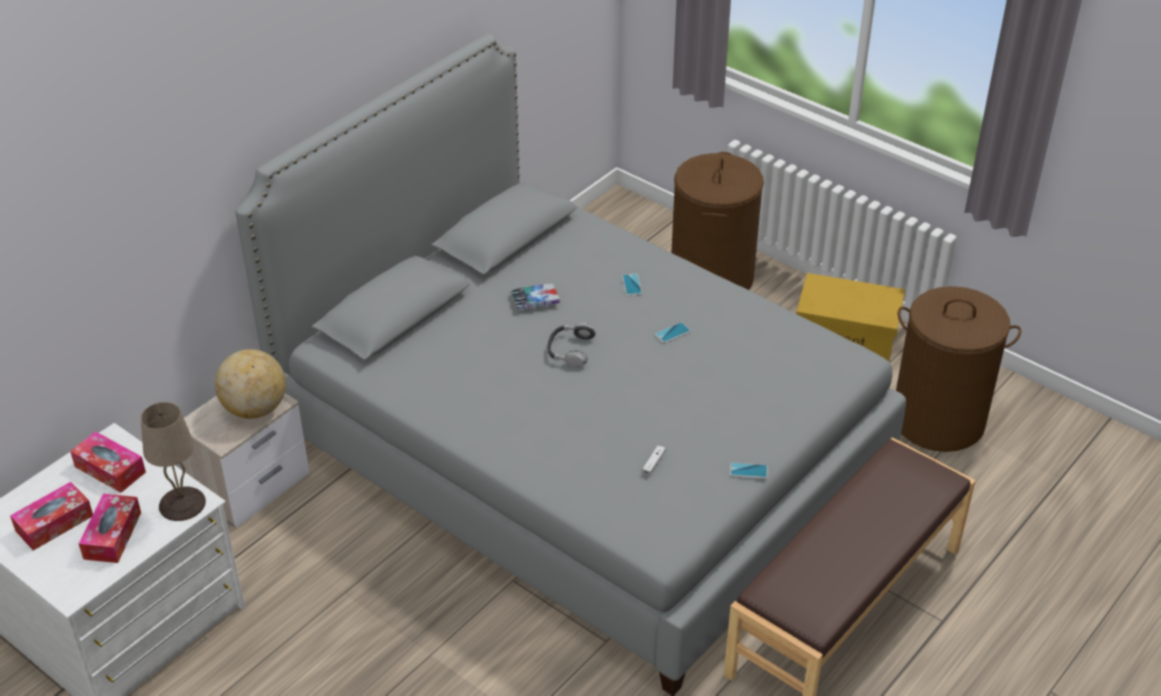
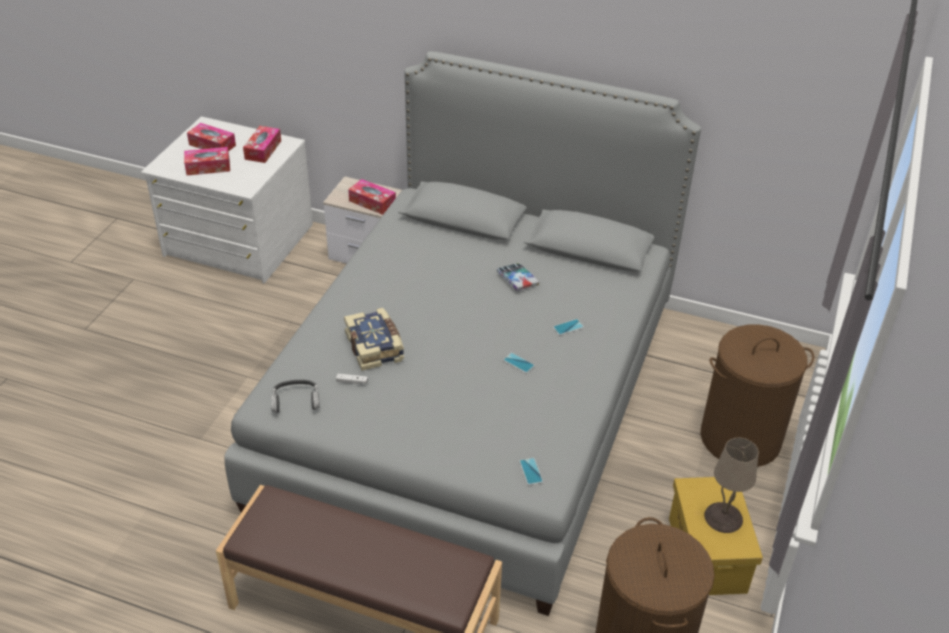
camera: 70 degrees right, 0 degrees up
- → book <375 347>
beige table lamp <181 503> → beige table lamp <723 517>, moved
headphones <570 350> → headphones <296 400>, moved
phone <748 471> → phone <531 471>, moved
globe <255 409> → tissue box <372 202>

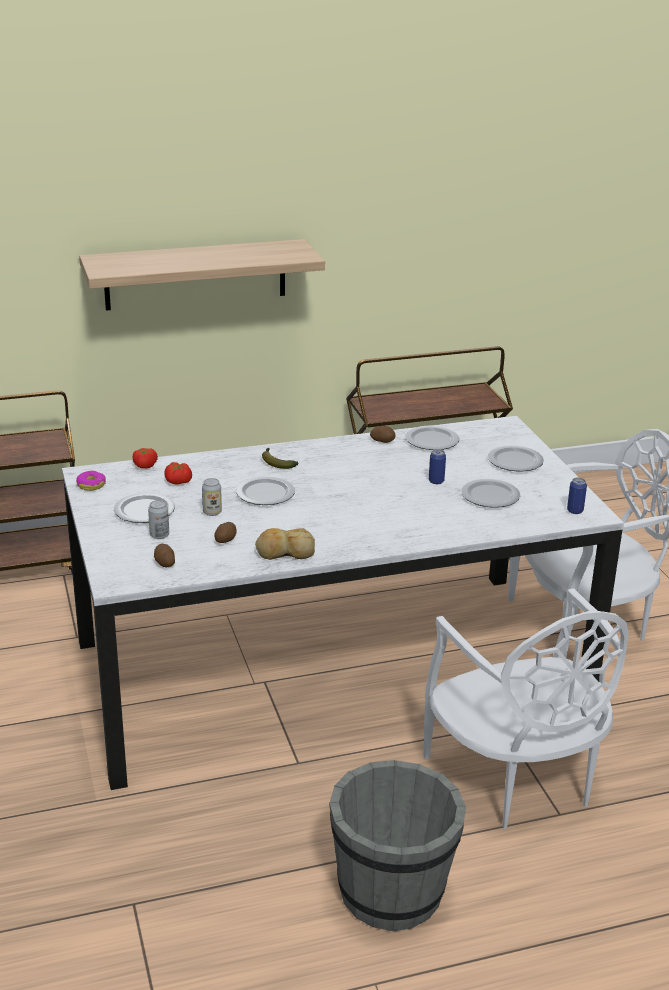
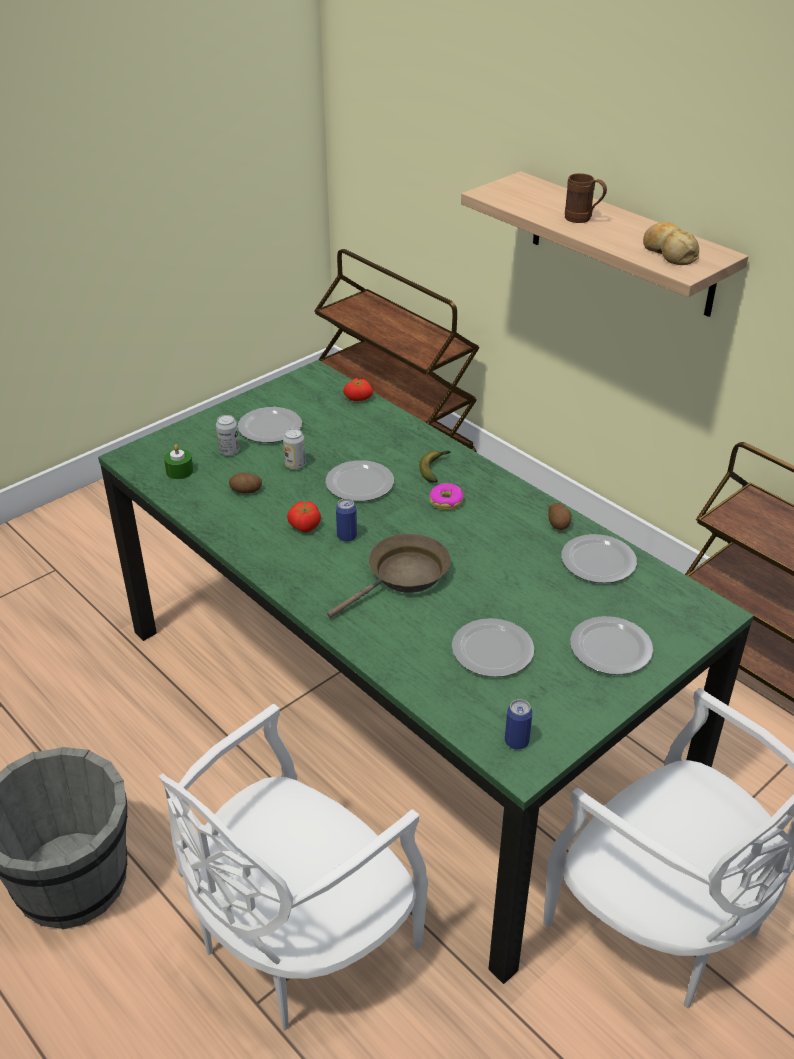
camera: 65 degrees right, 10 degrees up
- → brown frying pan <403 576>
- → brown mug <583 219>
donut <91 485> → donut <446 501>, moved
tomato <178 482> → tomato <304 526>, moved
bread <285 552> → bread <669 253>, moved
can <436 481> → can <347 536>, moved
potato <164 563> → green candle <179 471>
white dining table <332 669> → green dining table <399 710>

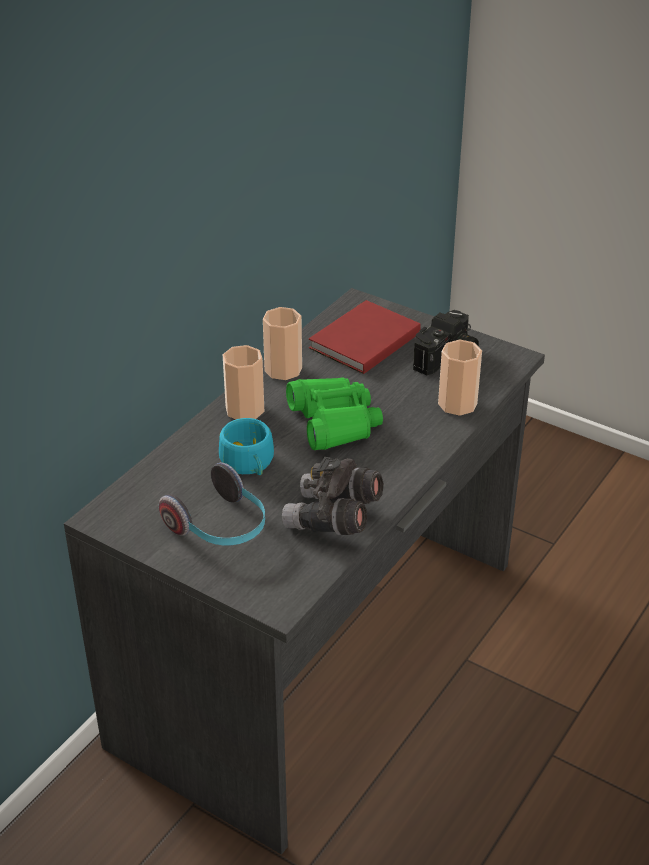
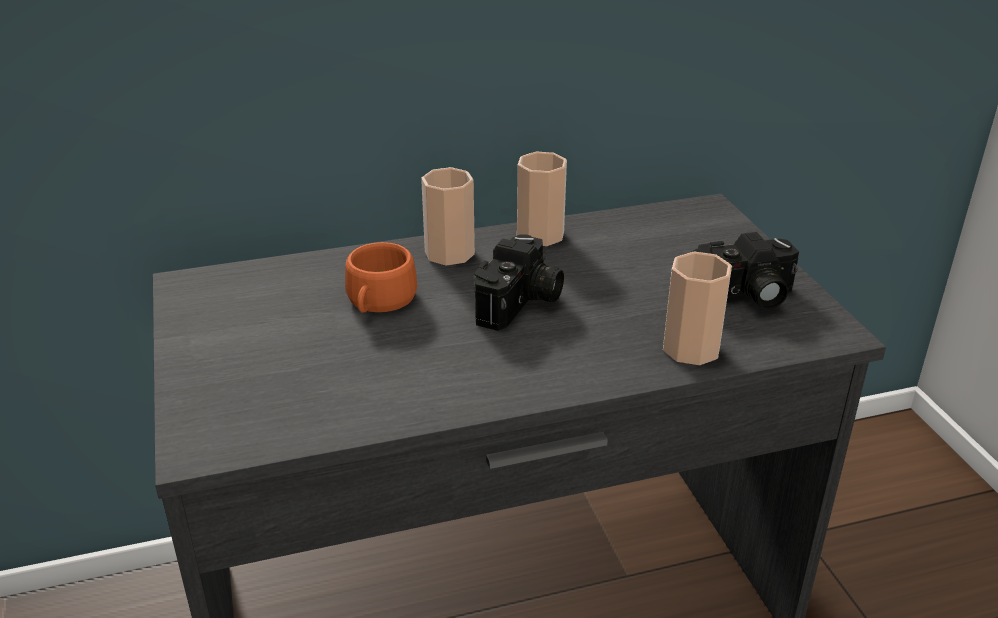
camera: 40 degrees right, 5 degrees down
headphones <220 527> → -
grey binoculars <333 519> → -
red book <361 341> → -
green binoculars <334 422> → photo camera <521 304>
turquoise cup <249 464> → orange cup <378 302>

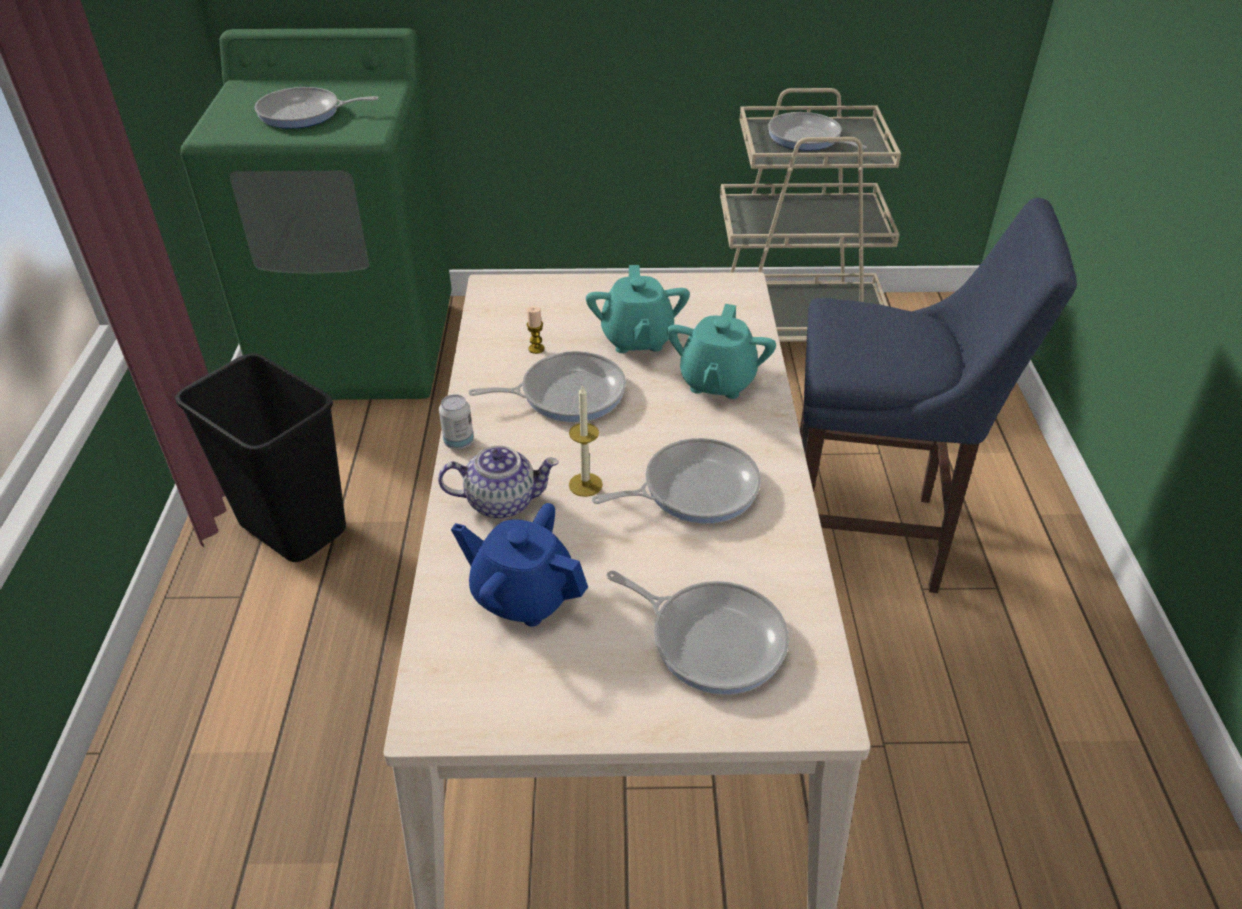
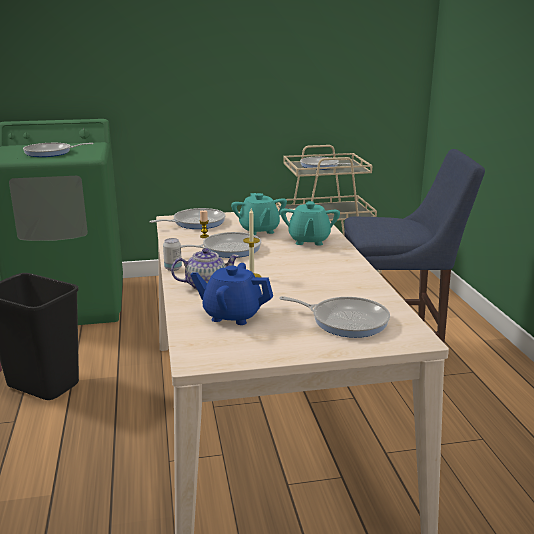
camera: 10 degrees left, 20 degrees down
frying pan <694 488> → frying pan <196 222>, moved

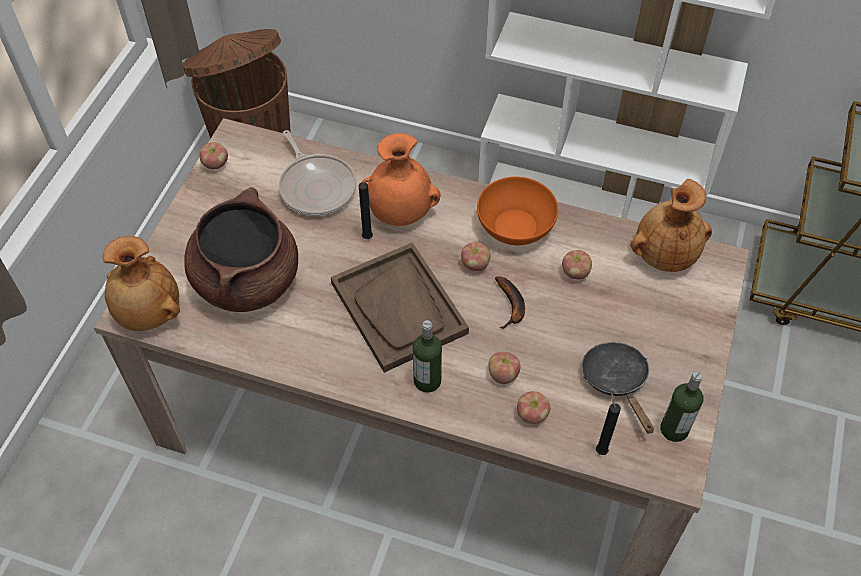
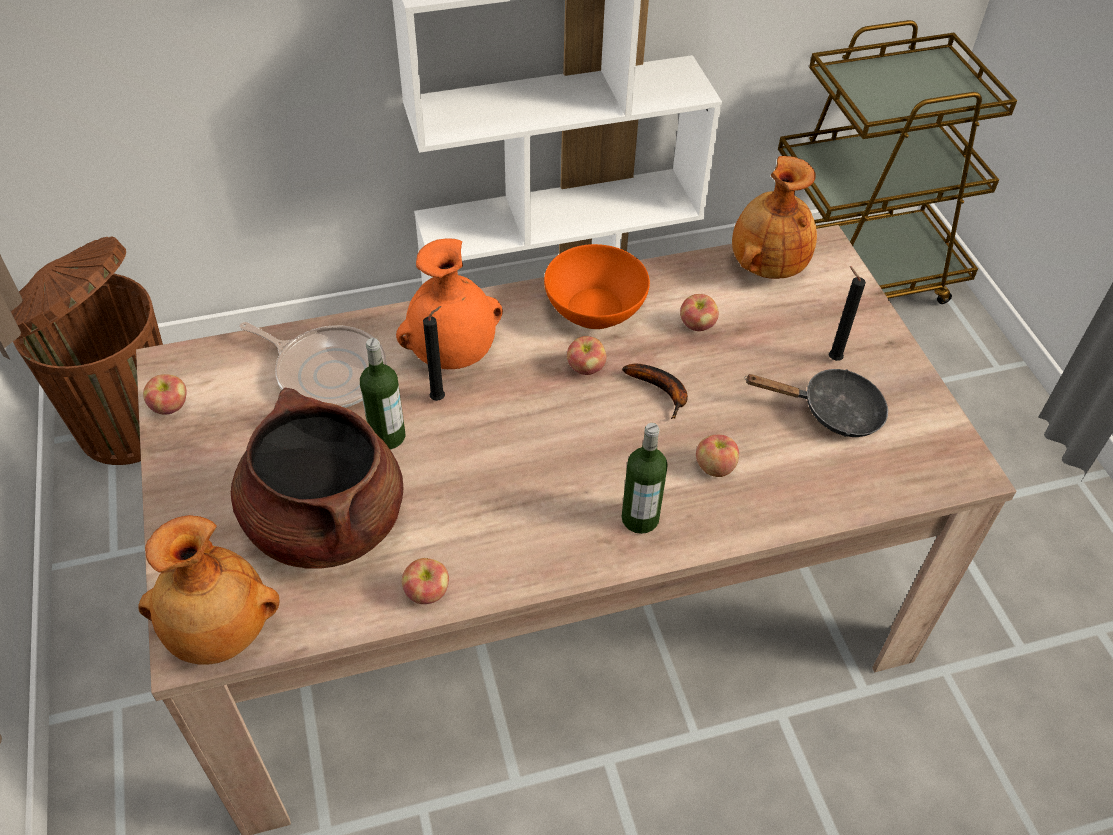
camera: 35 degrees left, 5 degrees down
brown tray <399 308> → -
apple <532 415> → apple <427 592>, moved
black candle <600 449> → black candle <832 358>, moved
bottle <674 429> → bottle <387 436>, moved
black frying pan <617 381> → black frying pan <832 411>, 150 degrees clockwise

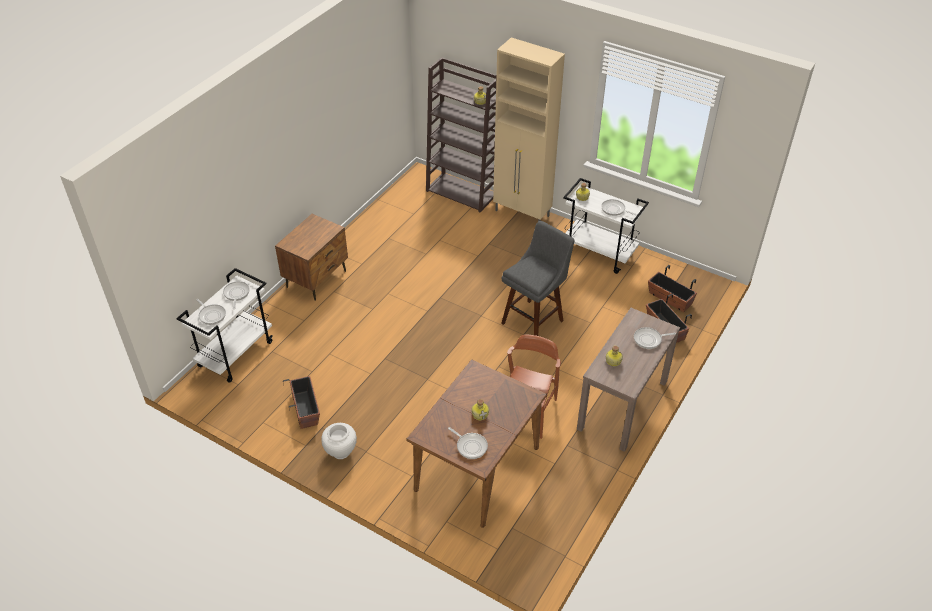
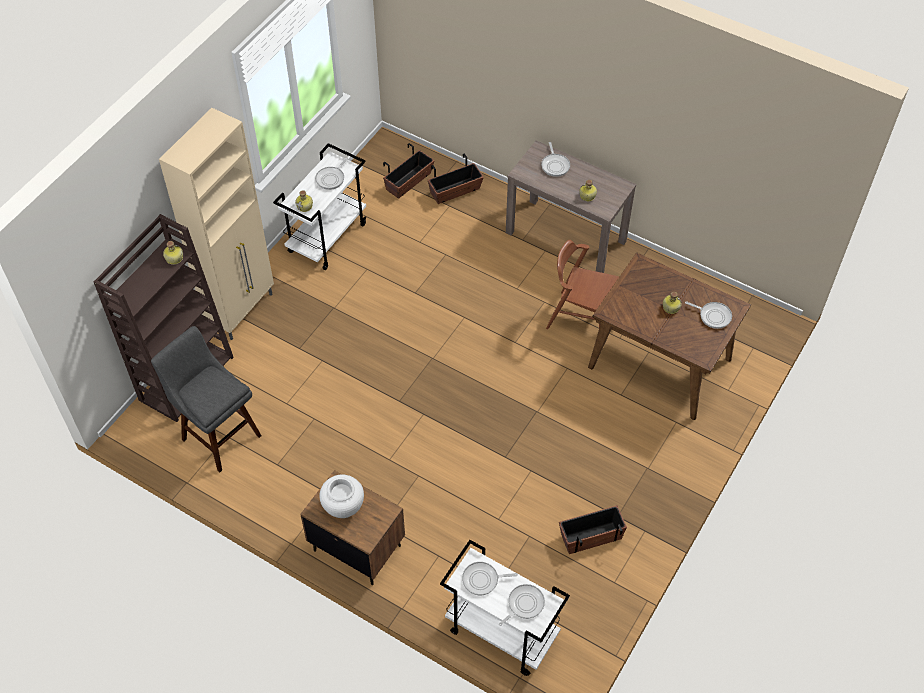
camera: 90 degrees left, 10 degrees up
white vase <341 452> → white vase <344 508>, moved
grey stool <534 320> → grey stool <218 435>, moved
frying pan <470 446> → frying pan <713 316>, 75 degrees clockwise

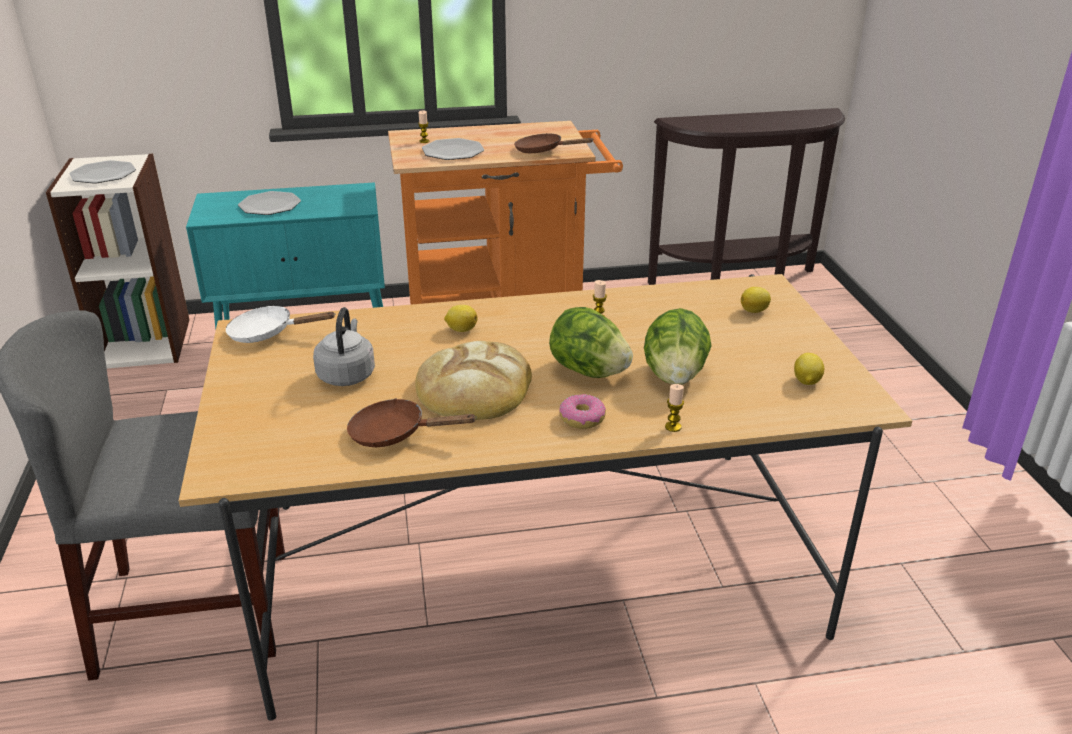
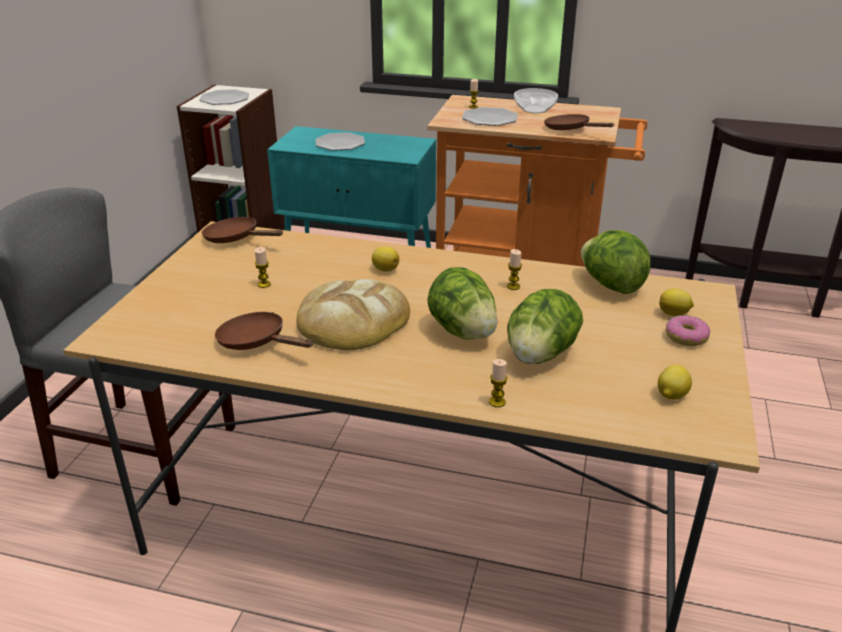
camera: 25 degrees right, 0 degrees up
- → bowl <535 110>
- → lettuce <611 285>
donut <582 419> → donut <686 337>, moved
grey kettle <347 374> → candle <264 284>
white frying pan <268 333> → brown frying pan <236 239>

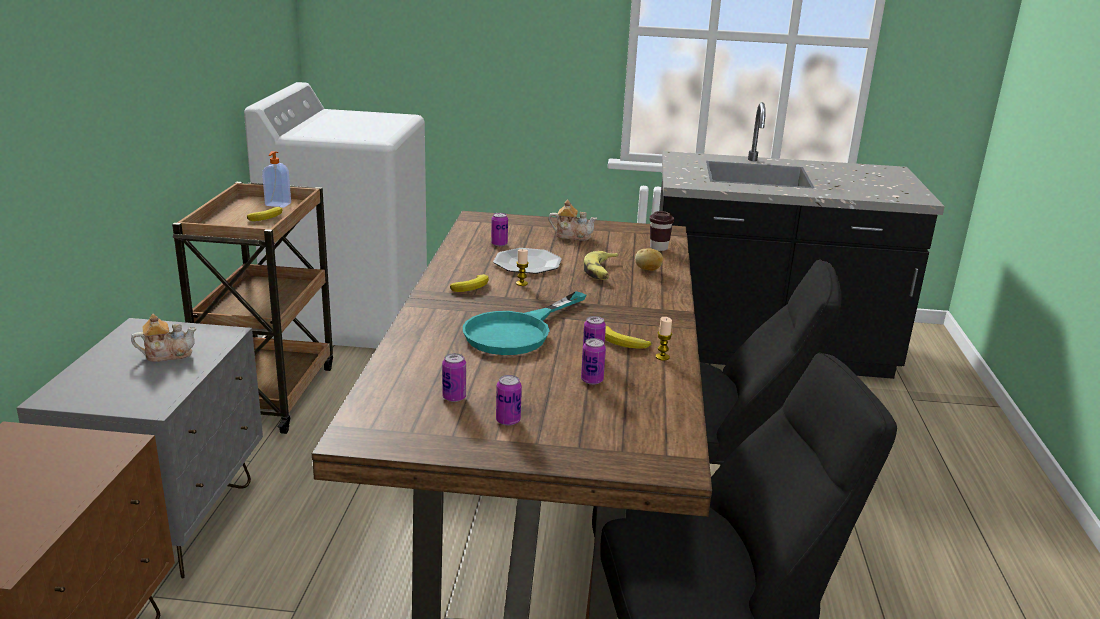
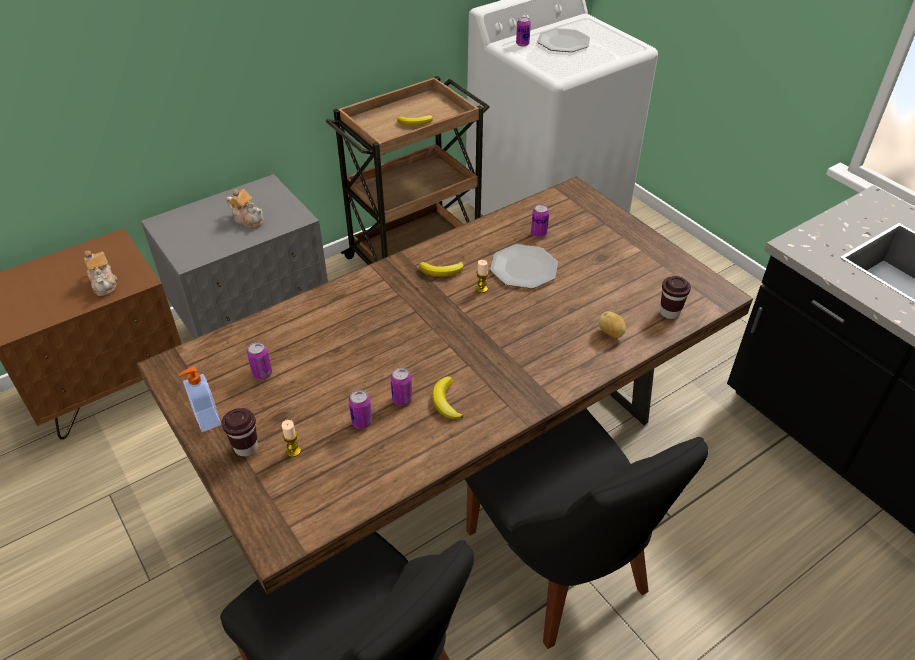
camera: 50 degrees right, 20 degrees up
turquoise frying pan <517 331> → -
banana <601 271> → -
- → brown cup <246 447>
- → plate <563 42>
soap dispenser <277 205> → soap dispenser <206 420>, moved
can <508 420> → can <522 44>, moved
teapot <572 235> → teapot <104 283>, moved
candle <662 357> → candle <293 451>, moved

